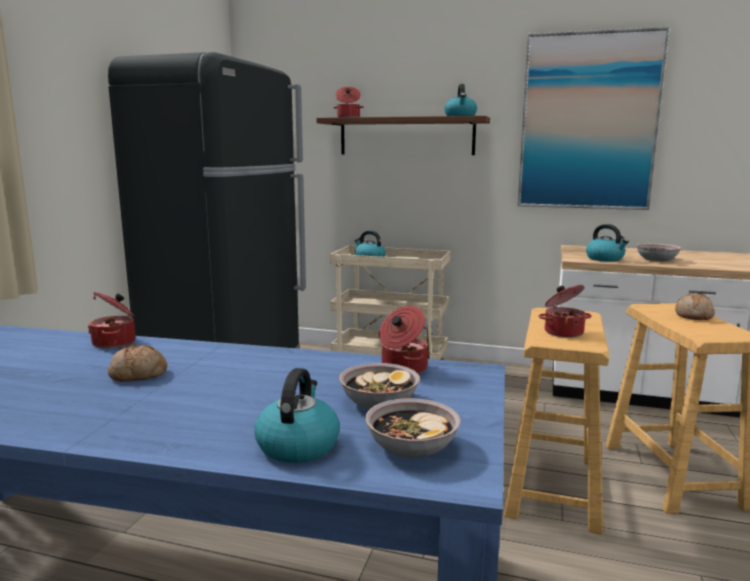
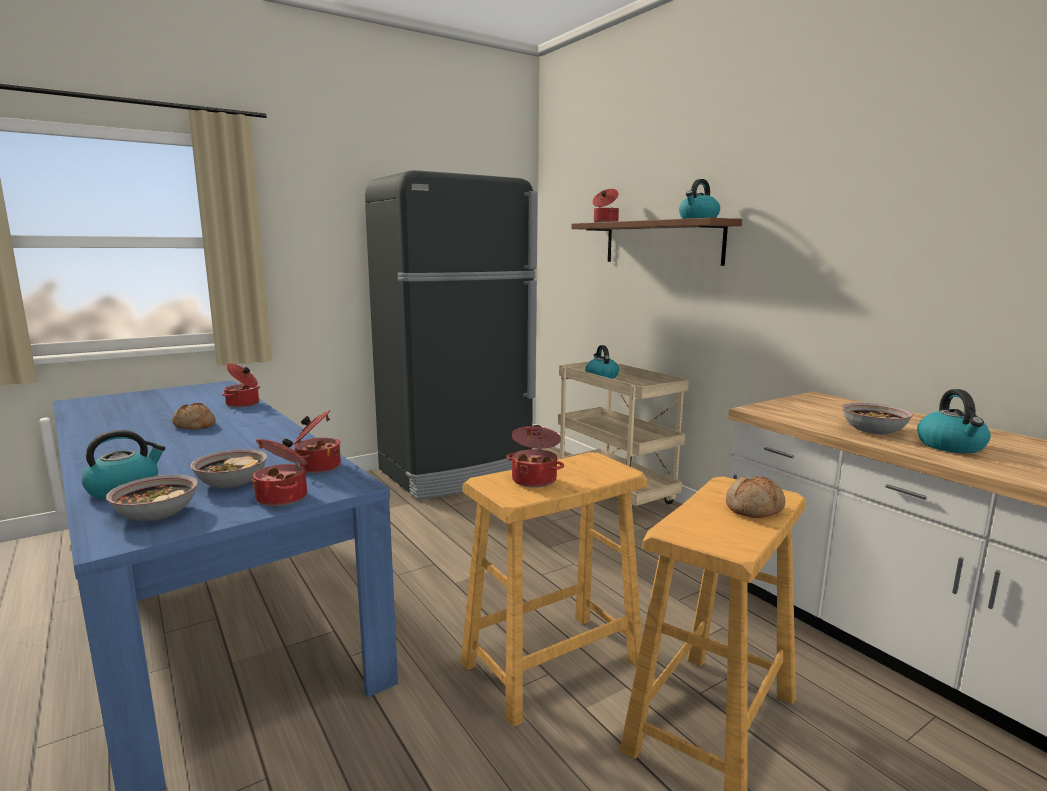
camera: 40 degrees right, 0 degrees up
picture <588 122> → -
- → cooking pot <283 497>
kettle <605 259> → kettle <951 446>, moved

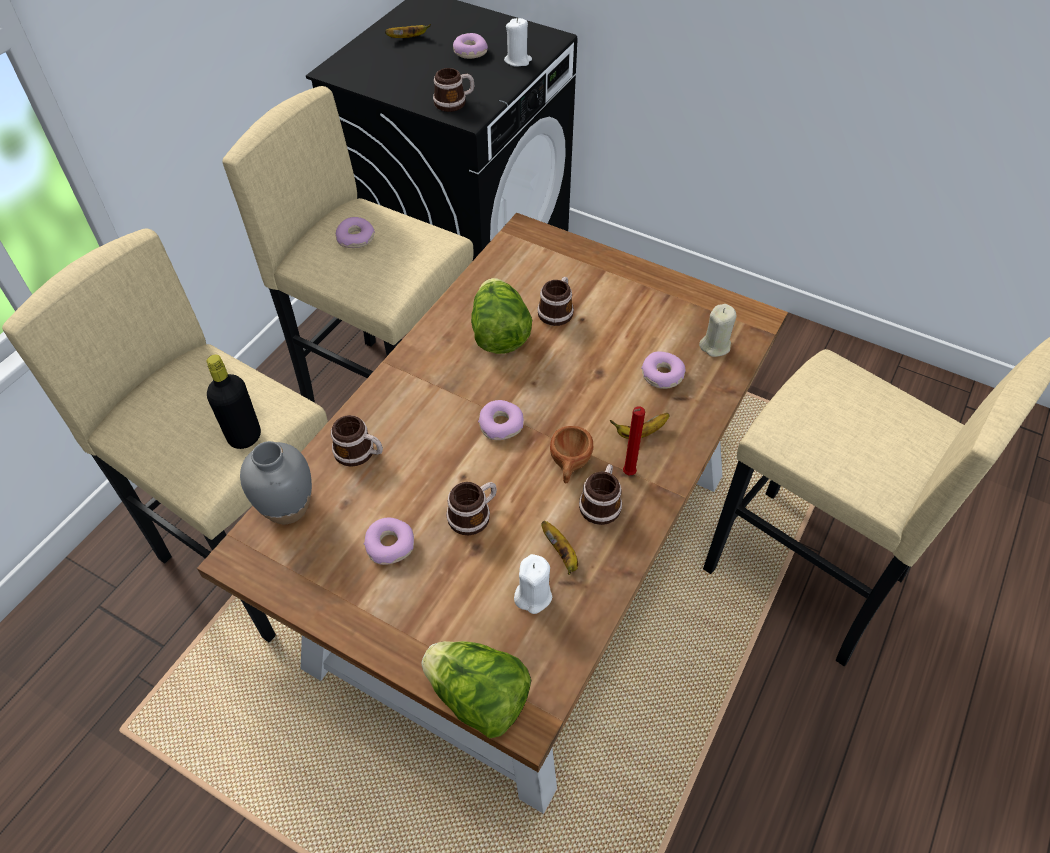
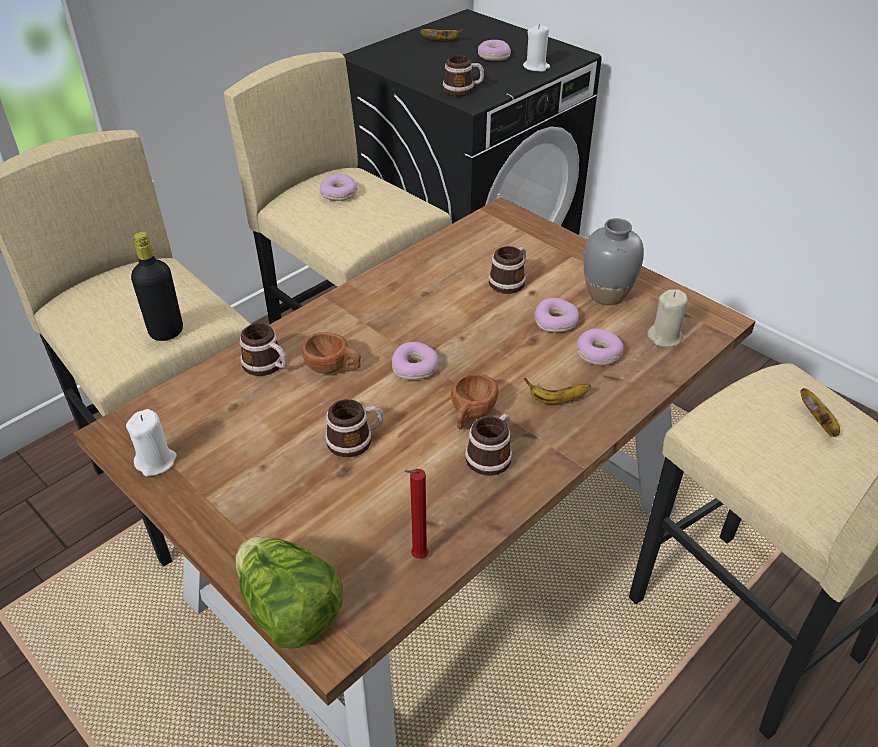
camera: 15 degrees right, 10 degrees down
lettuce <499 334> → -
- → brown cup <333 368>
grey vase <287 507> → grey vase <606 294>, moved
donut <390 545> → donut <555 321>, moved
white candle <533 595> → white candle <156 462>, moved
banana <561 553> → banana <819 423>, moved
red candle <627 474> → red candle <417 557>, moved

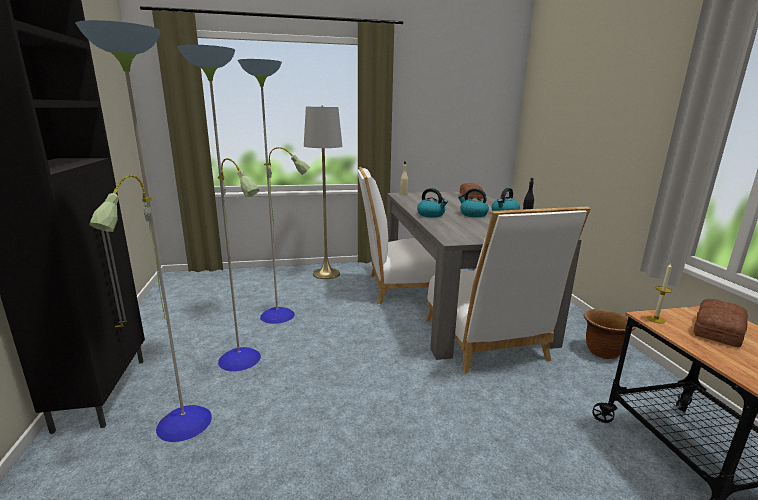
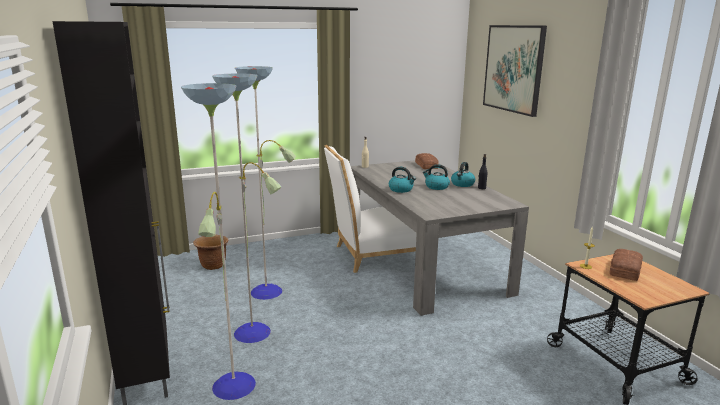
camera: 10 degrees left, 0 degrees up
grey floor lamp <326 274> → -
white chair <487 343> → -
- → picture <513 68>
brown planter <602 351> → brown planter <213 265>, moved

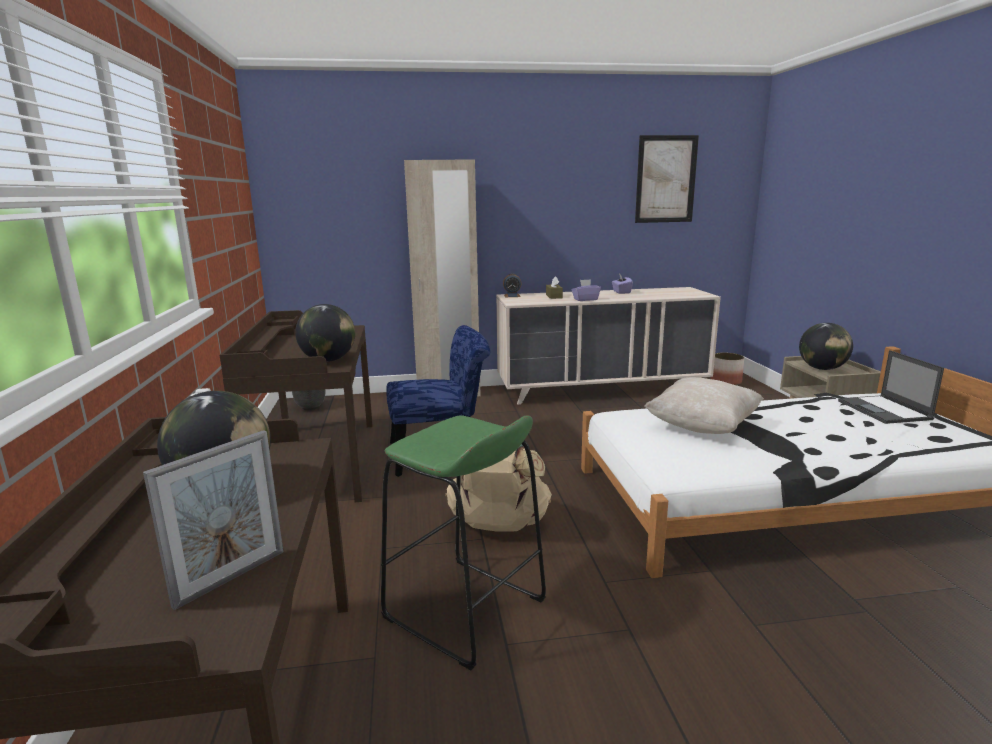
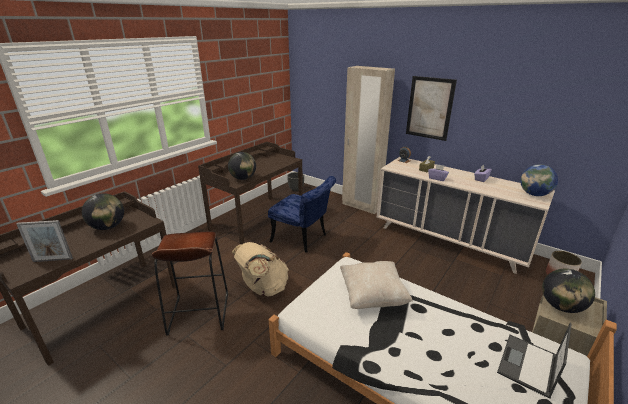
camera: 45 degrees right, 10 degrees up
- → globe <534 194>
picture <665 179> → picture <429 108>, moved
green stool <465 609> → brown stool <199 313>

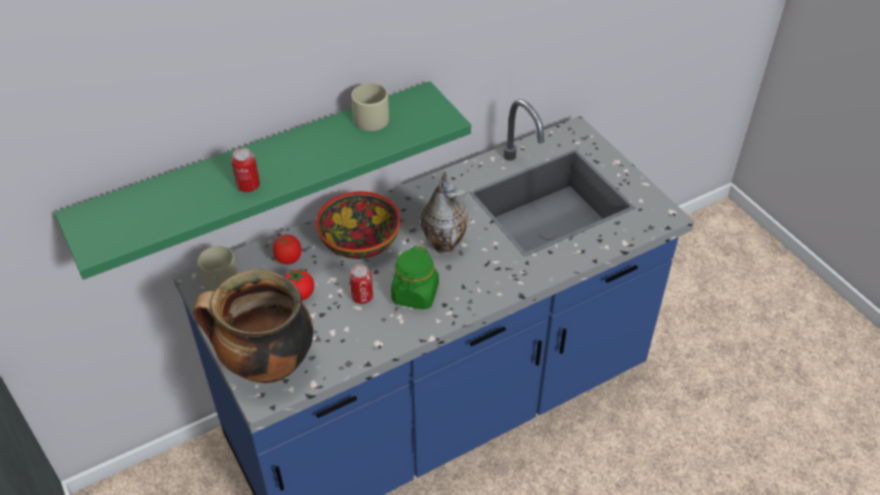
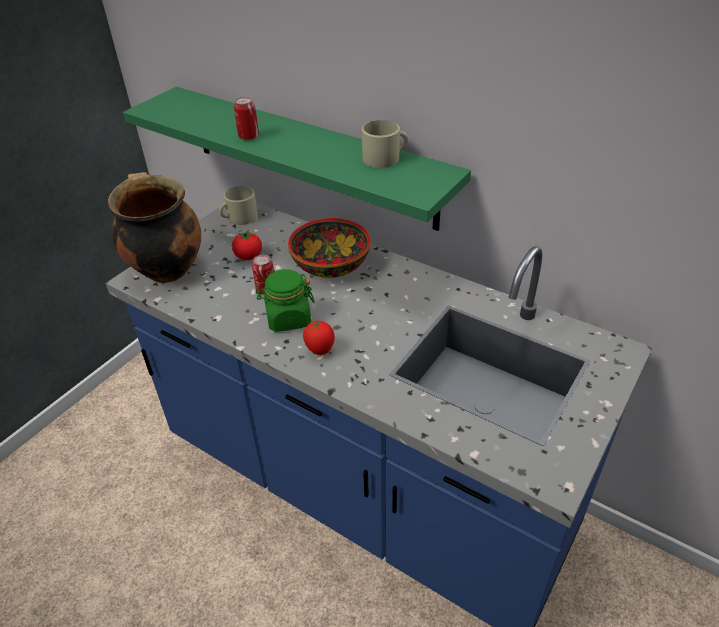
camera: 65 degrees right, 5 degrees down
vase <444 244> → -
tomato <288 260> → tomato <320 350>, moved

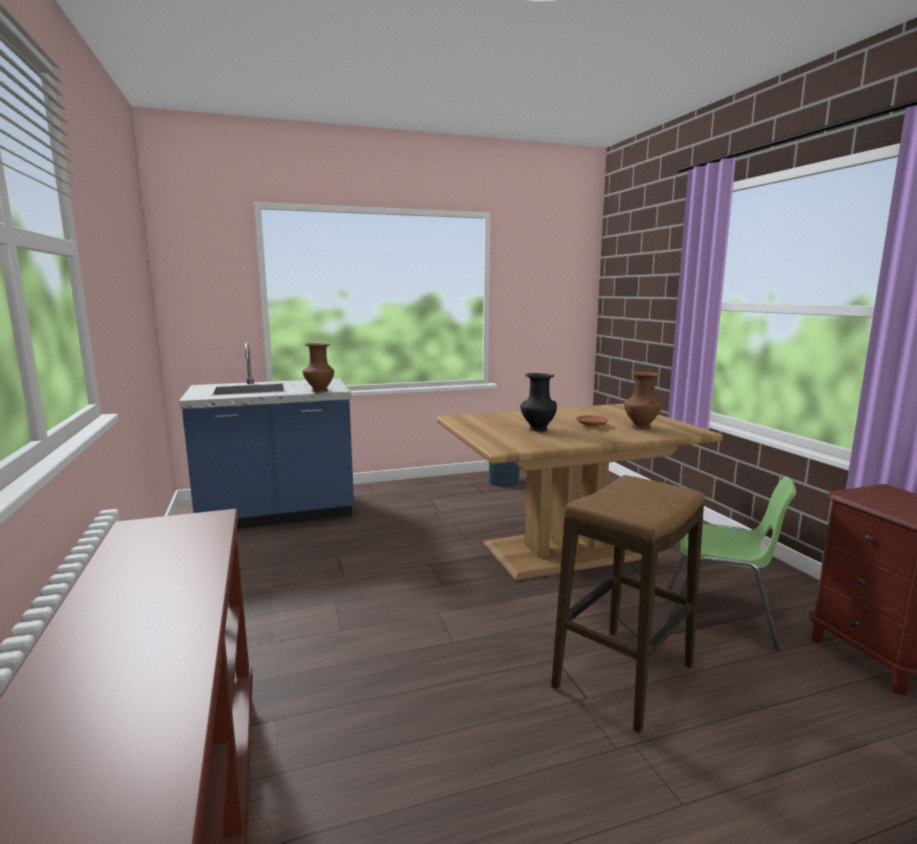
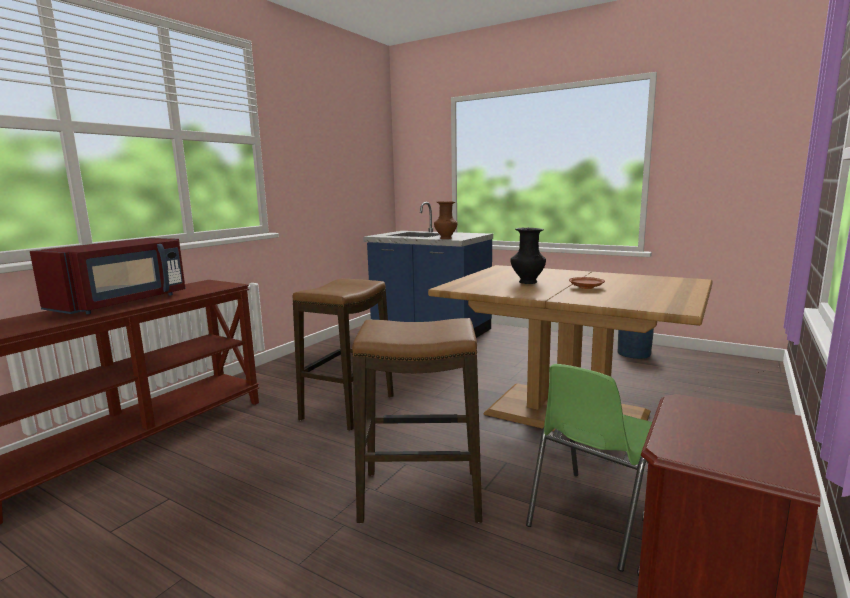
camera: 50 degrees right, 0 degrees up
brown vase <640 427> → -
- → red microwave <123 303>
- → stool <348 407>
green chair <721 617> → green chair <594 517>, 60 degrees clockwise

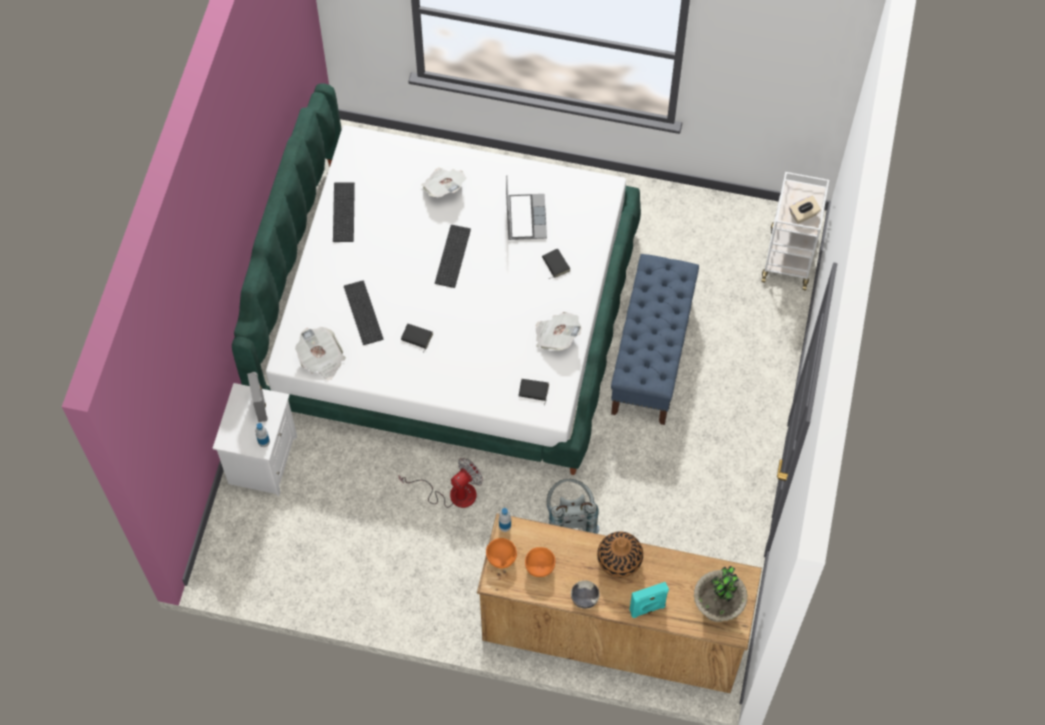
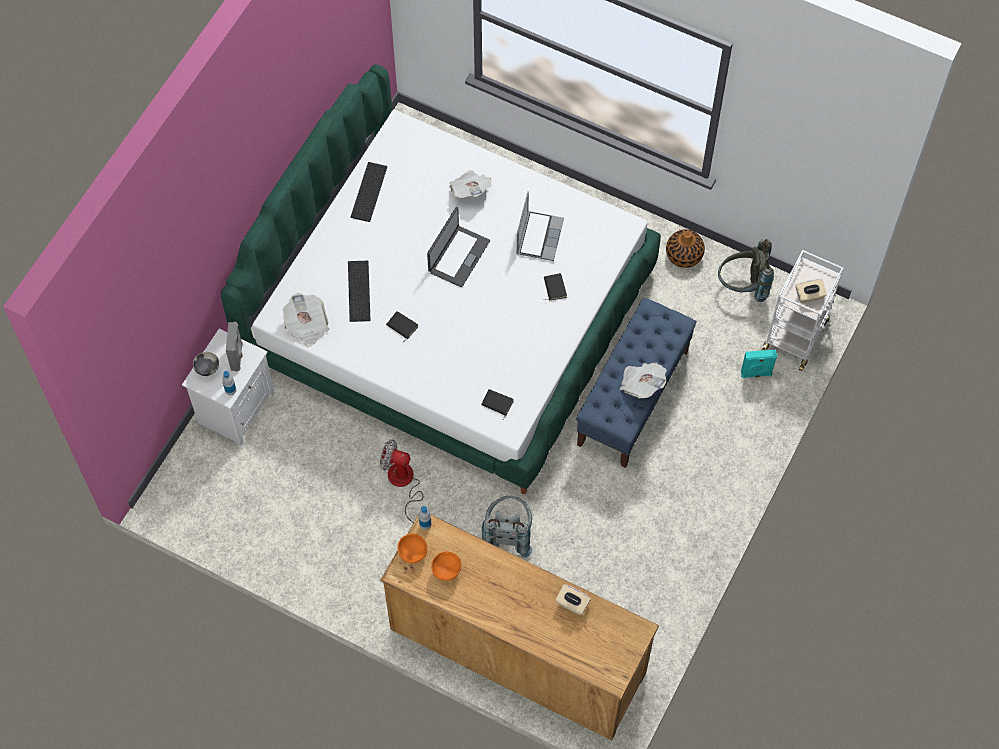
camera: 15 degrees right, 0 degrees up
potted plant <717 607> → -
- → beige tissue box <572 604>
- → grey backpack <743 286>
newspaper <556 336> → newspaper <641 384>, moved
bowl <584 599> → bowl <207 369>, moved
vase <619 560> → vase <684 255>, moved
turquoise speaker <647 609> → turquoise speaker <756 374>, moved
keyboard <451 255> → laptop <458 256>
fan <452 493> → fan <403 484>, 135 degrees counterclockwise

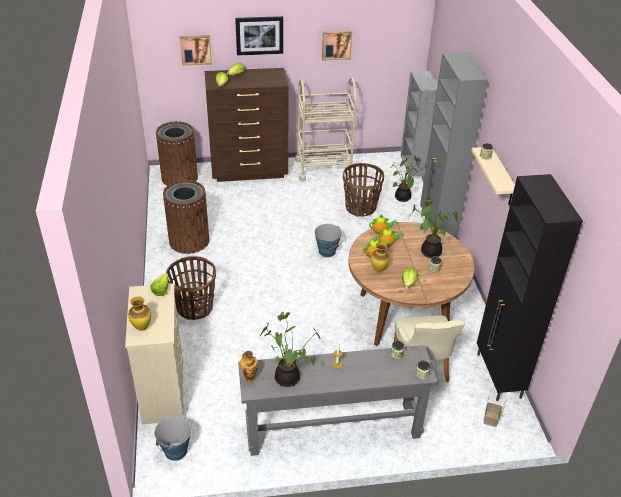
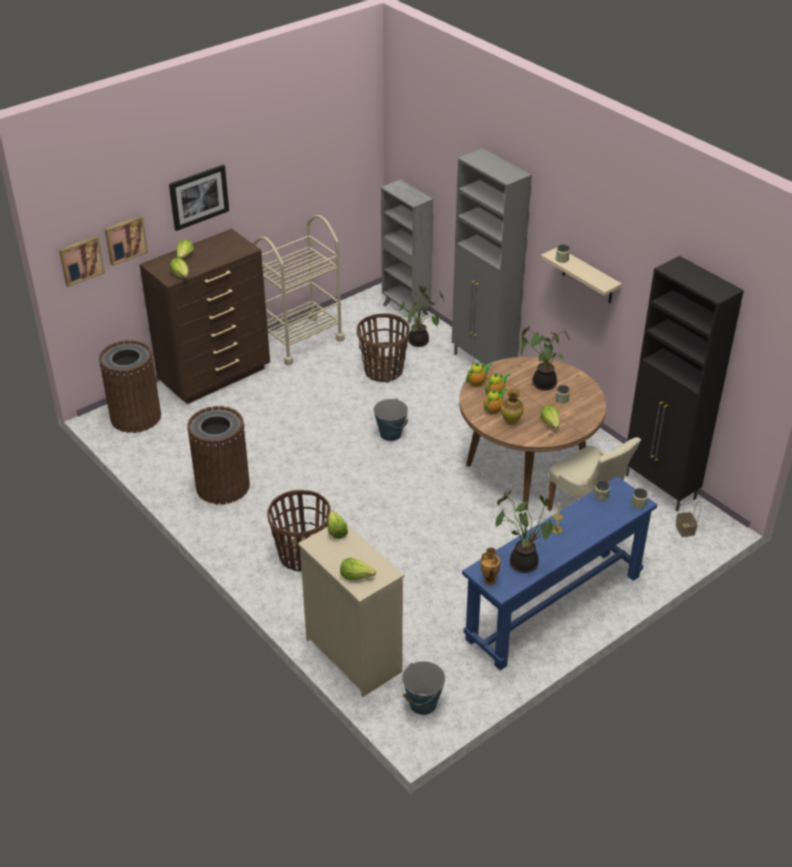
camera: 30 degrees left, 0 degrees up
picture <336 44> → picture <81 260>, moved
vase <142 327> → lettuce <356 575>
grey console table <333 428> → blue console table <554 607>

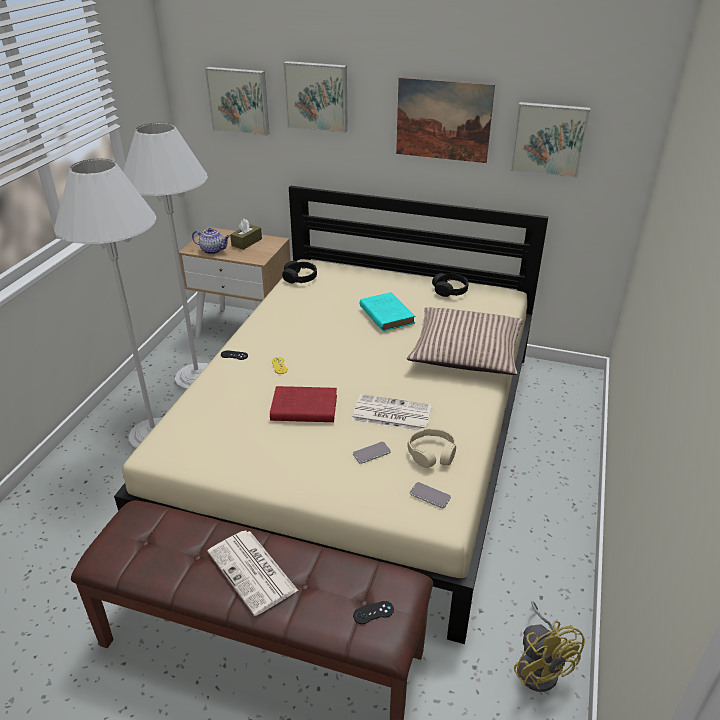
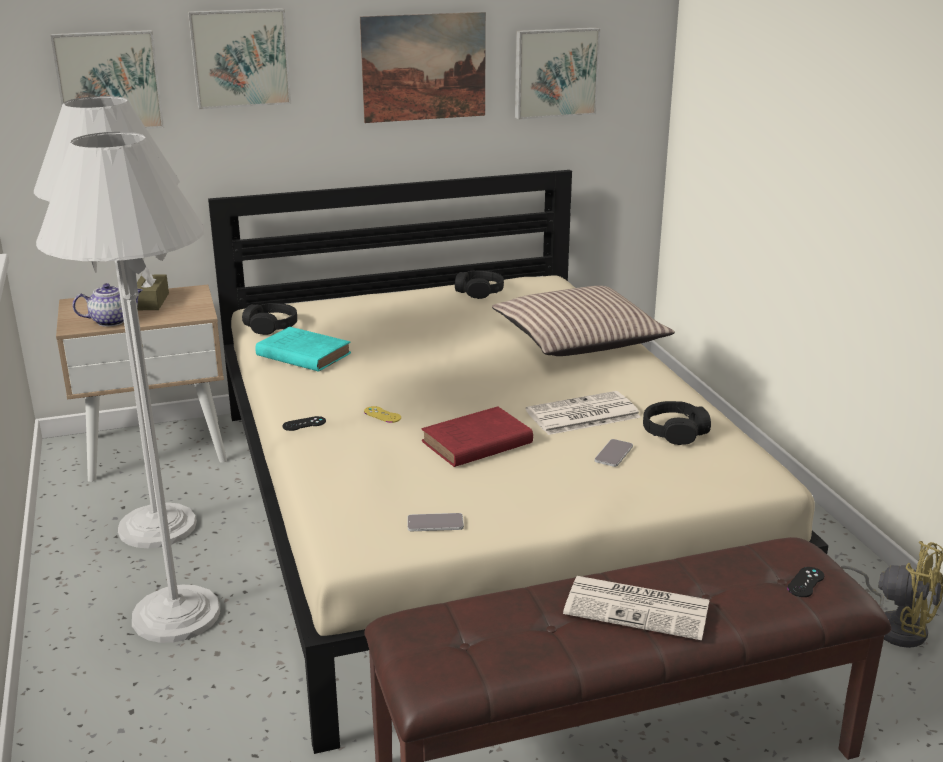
camera: 35 degrees left, 10 degrees down
turquoise book <386 314> → turquoise book <301 354>, moved
phone <430 495> → phone <435 523>, moved
beige headphones <431 453> → black headphones <674 431>

